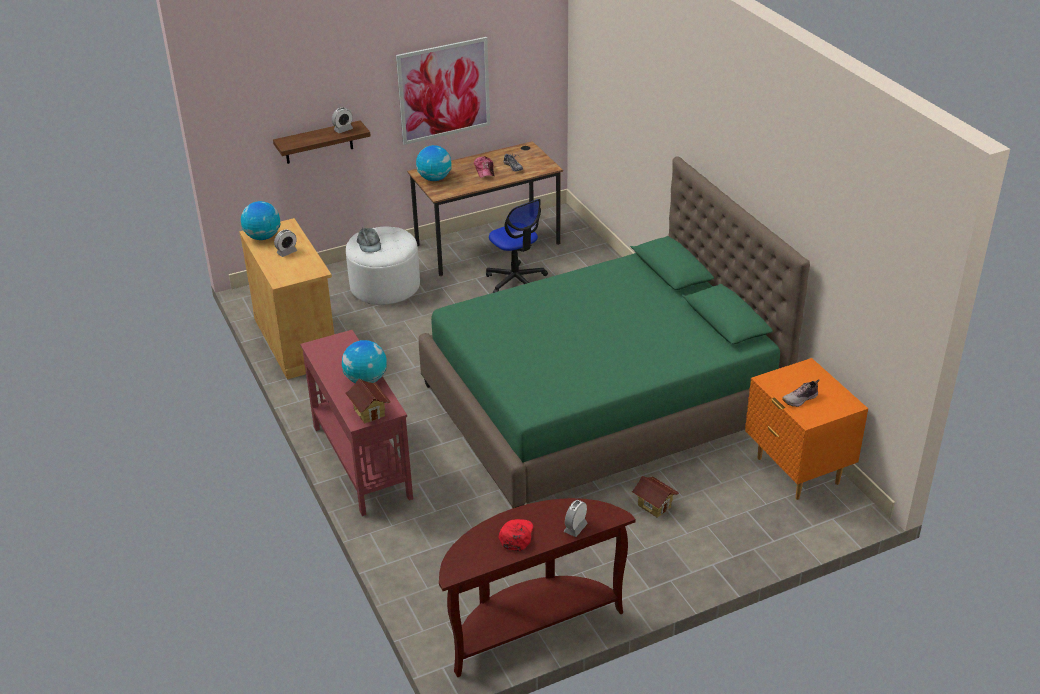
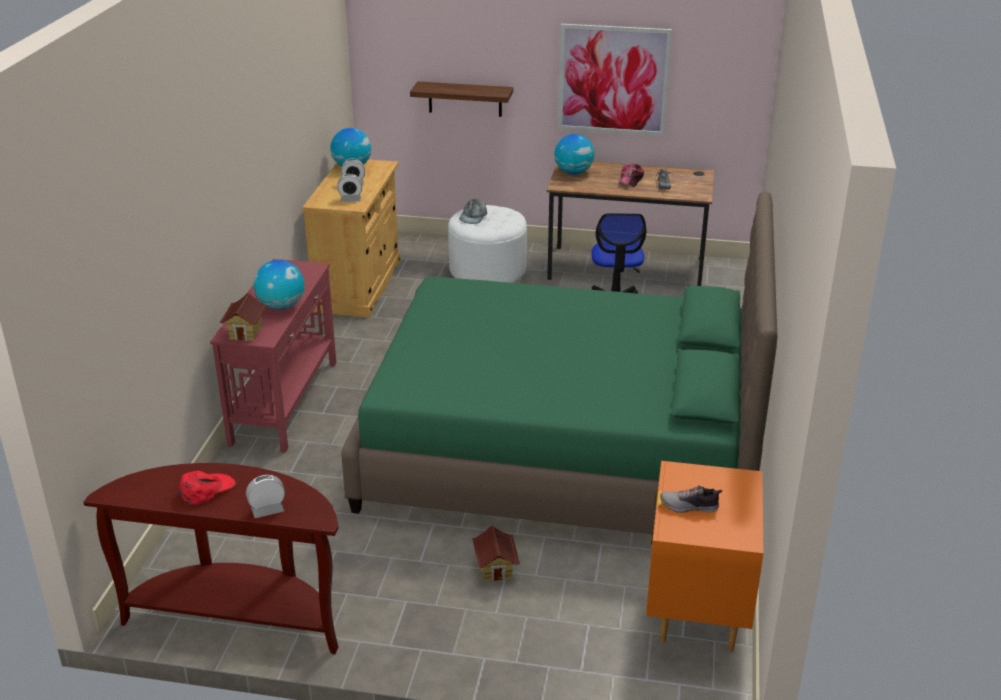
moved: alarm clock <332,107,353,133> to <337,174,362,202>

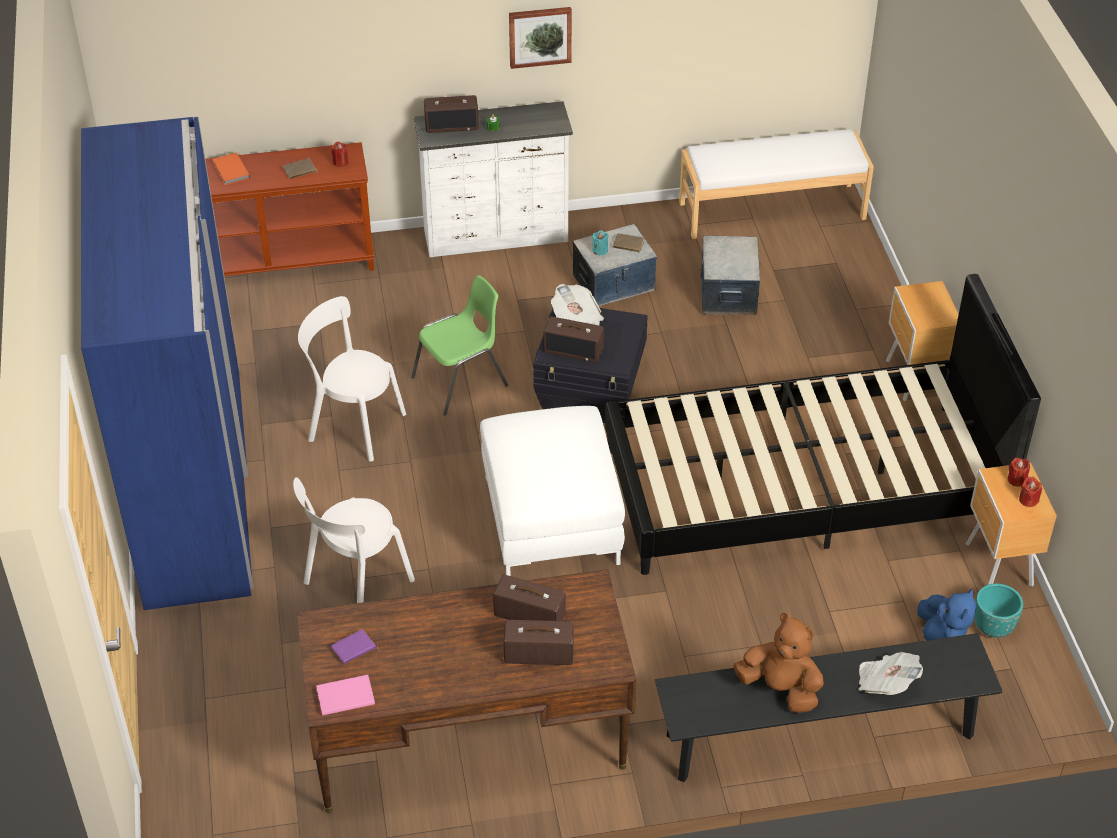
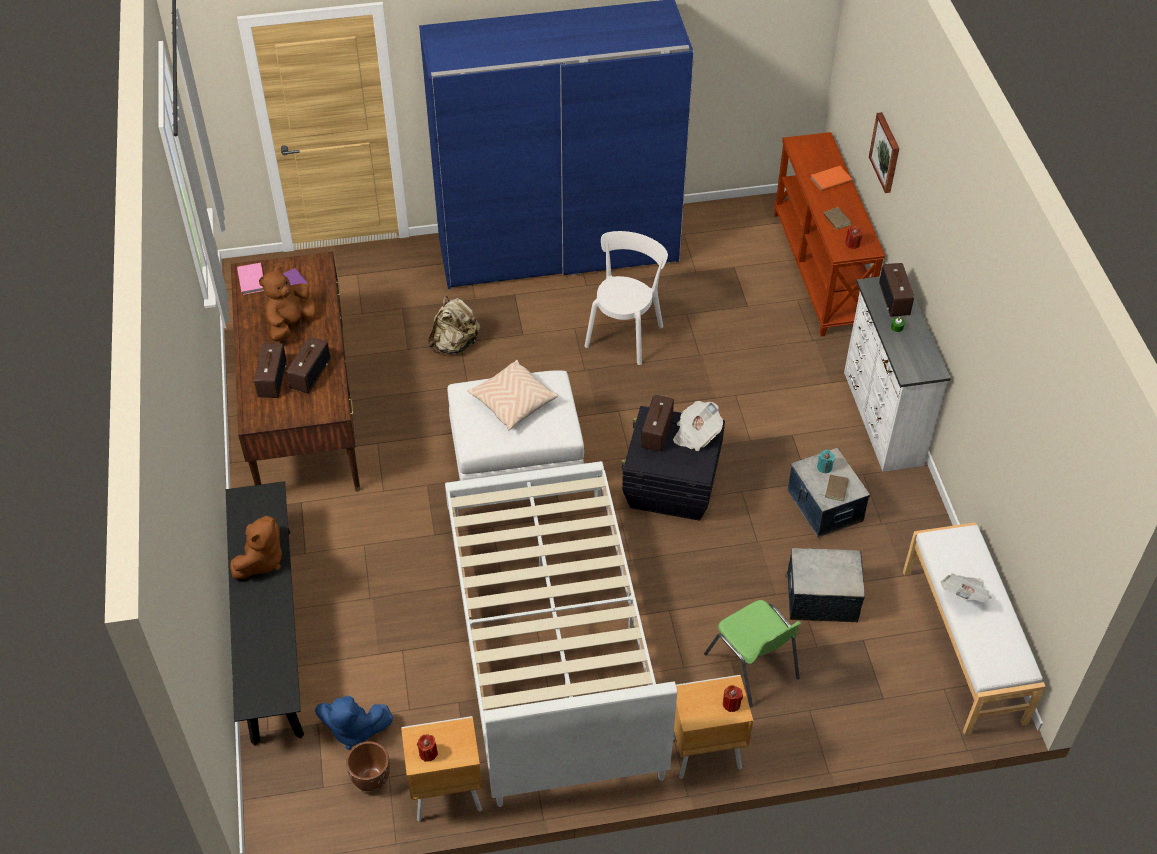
added: brown plush toy <259,266,317,342>; beige pillow <467,360,559,430>
moved: green chair <411,275,508,415> to <704,600,801,707>; red candle <1007,458,1030,487> to <723,685,743,712>; picture <509,7,572,69> to <869,112,899,193>; newspaper <859,652,923,695> to <941,573,992,602>
replaced: white chair <293,477,415,603> to beige backpack <428,296,480,354>
recoloured: turquoise planter <974,583,1023,637> to brown planter <346,741,390,792>; black bed <605,274,1041,575> to white bed <445,461,677,807>

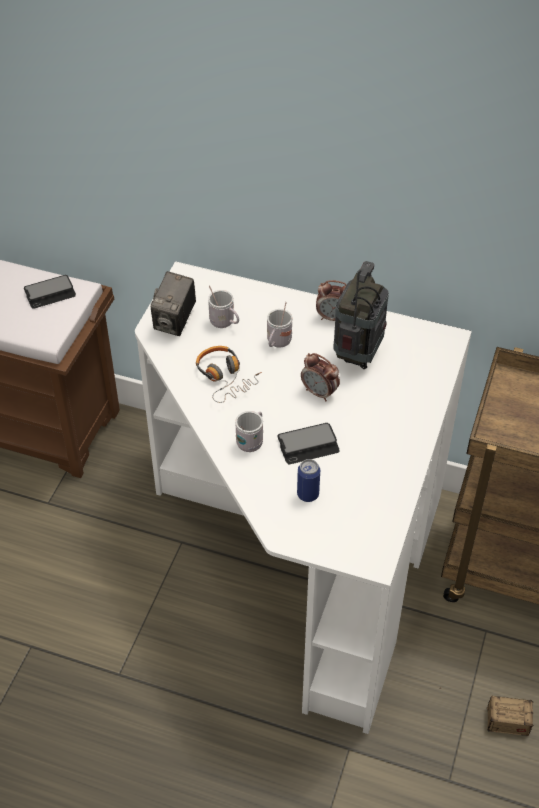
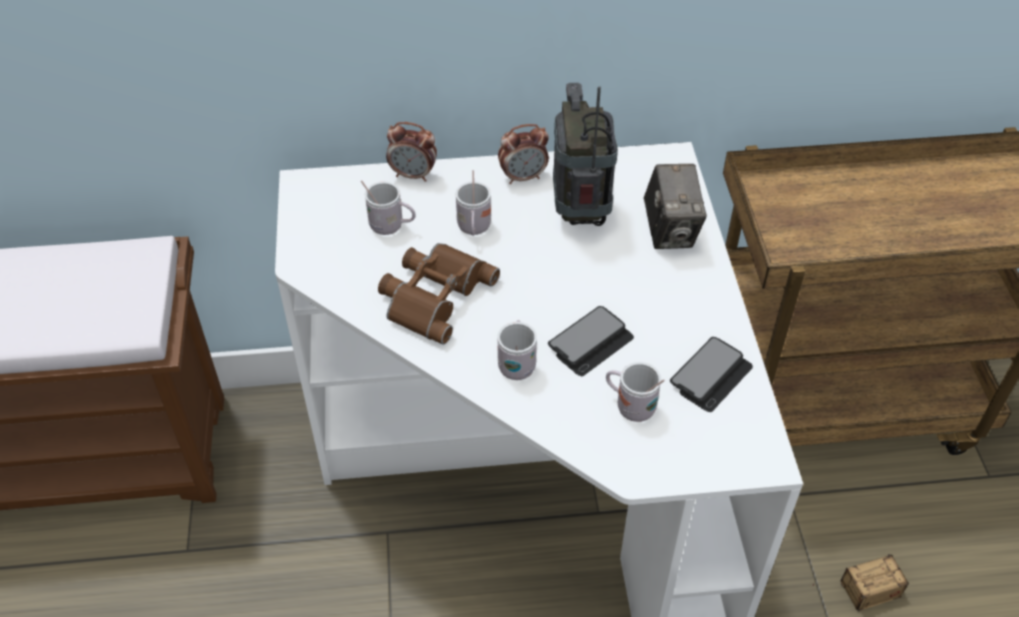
moved: alarm clock <301,353,340,401> to <386,122,437,182>; photo camera <151,271,196,336> to <644,164,707,249>; phone <24,275,76,309> to <670,337,753,412>
replaced: headphones <196,346,262,403> to brown binoculars <378,243,500,344>; can <297,459,320,502> to white mug <606,362,665,422>

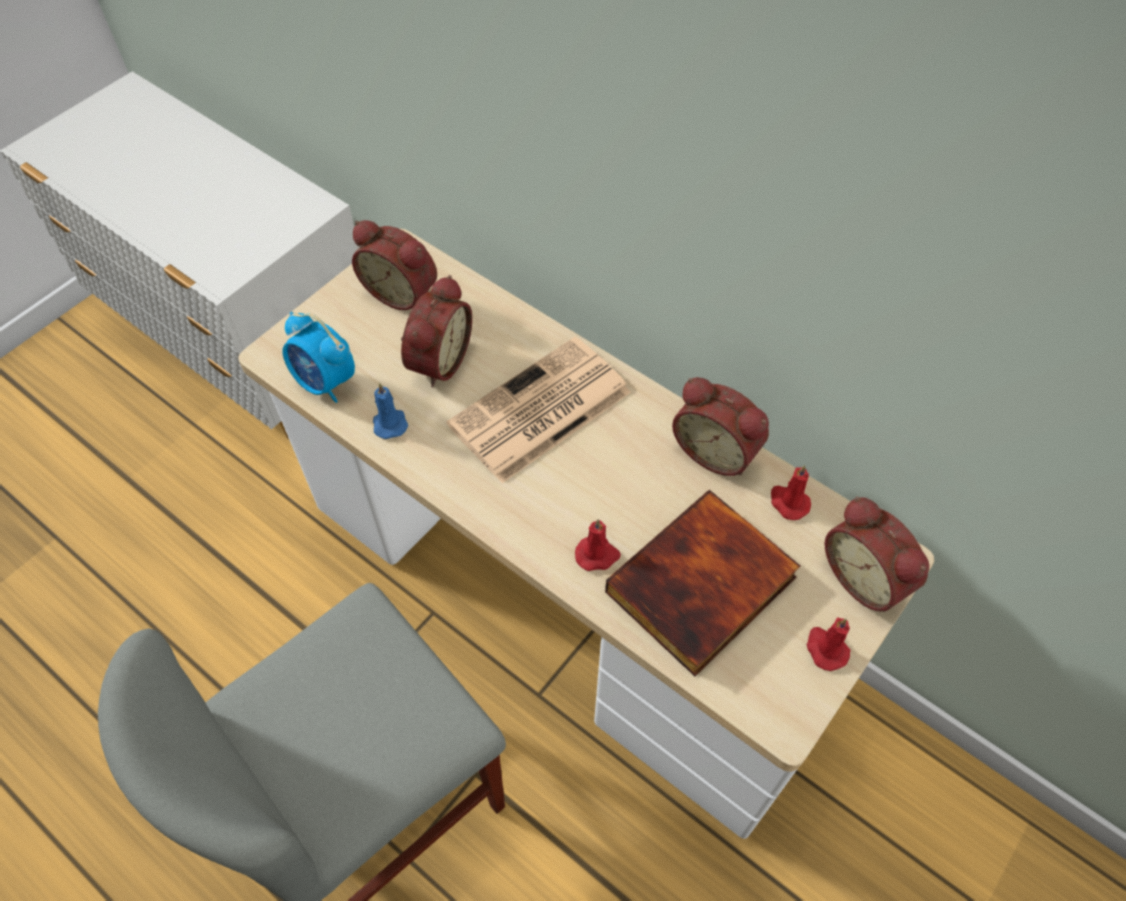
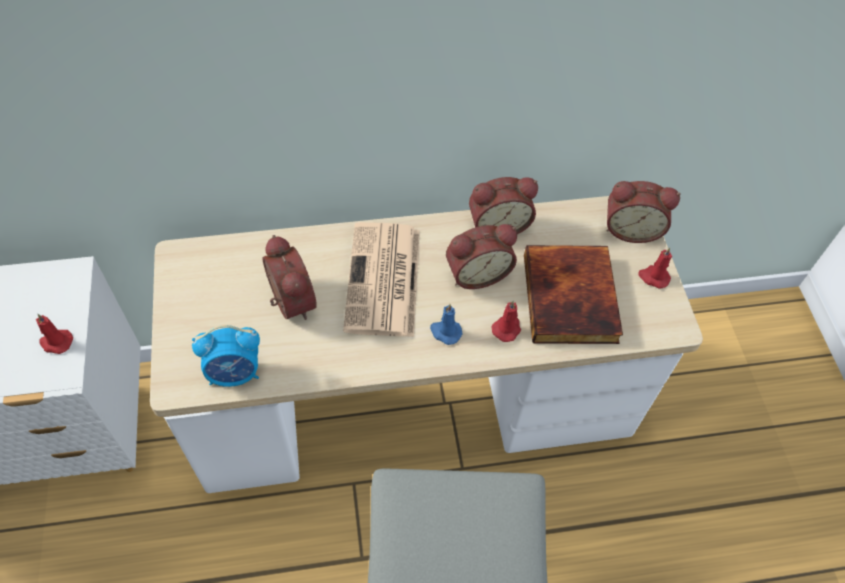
moved: red candle <771,465,811,520> to <36,314,73,354>; blue candle <373,383,408,439> to <430,304,462,345>; alarm clock <352,220,437,310> to <446,224,517,289>

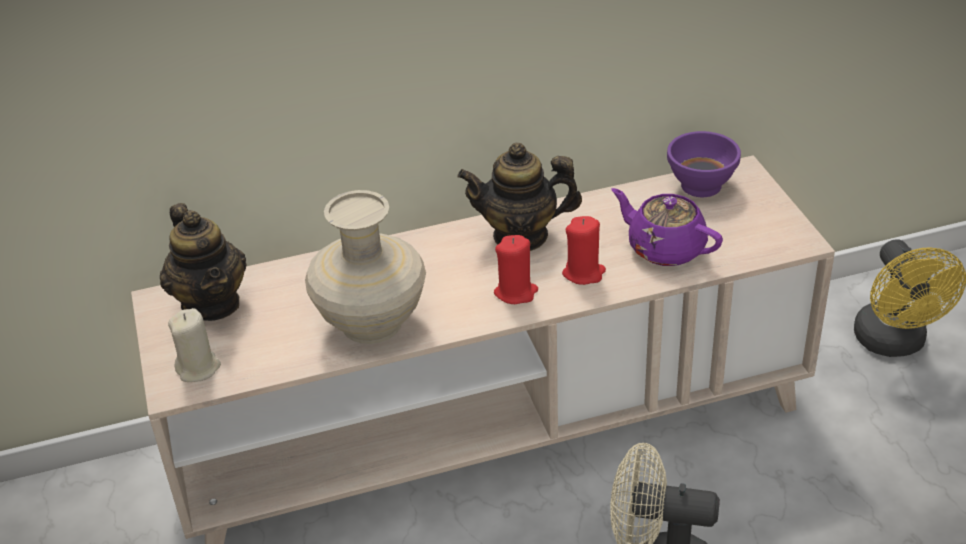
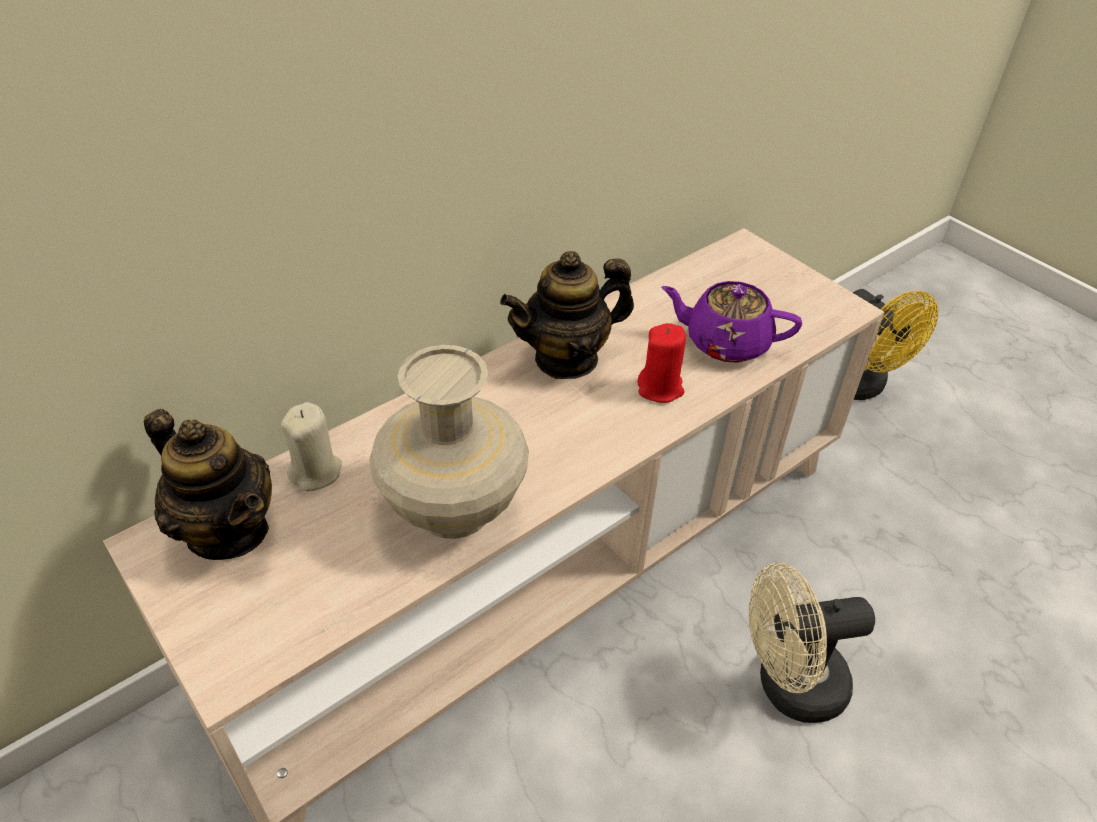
removed: red candle <494,235,538,304>; purple bowl <667,131,741,197>
moved: beige candle <168,308,221,382> to <281,402,342,492>

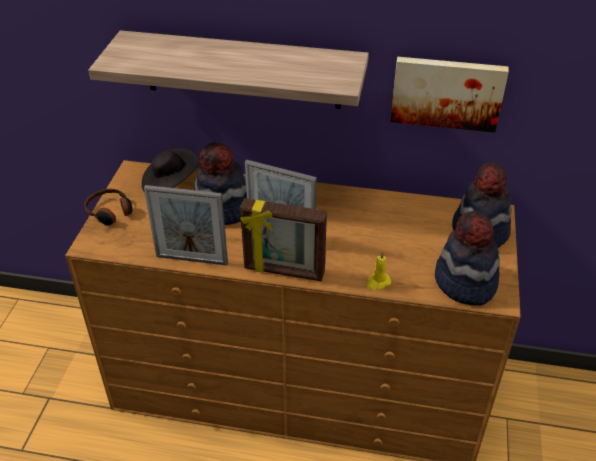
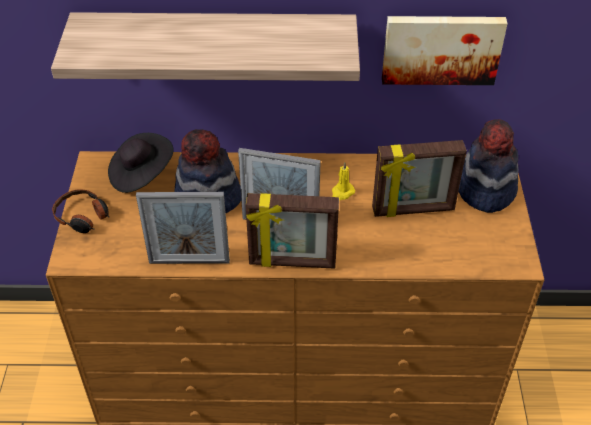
removed: hat <435,211,500,306>
added: picture frame <372,140,467,217>
moved: yellow candle <367,251,391,290> to <332,162,355,200>

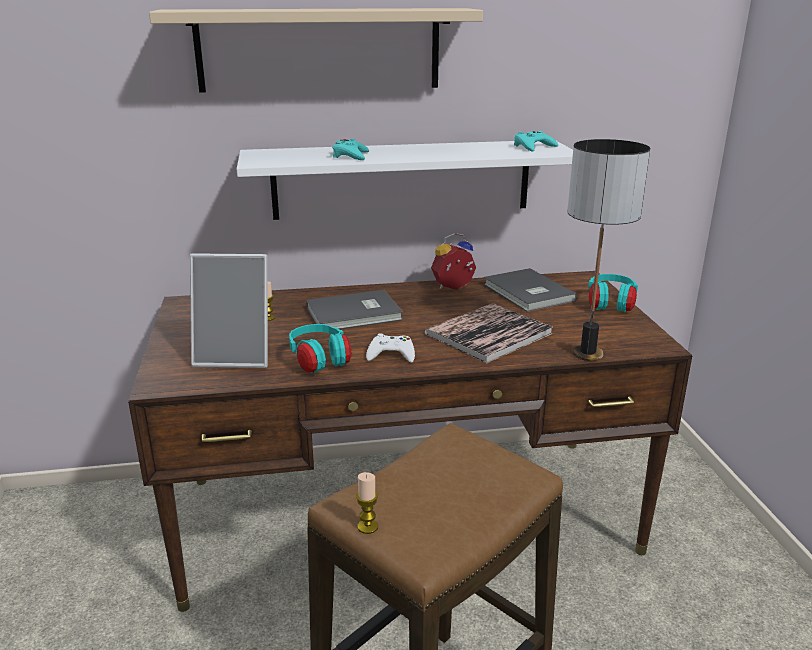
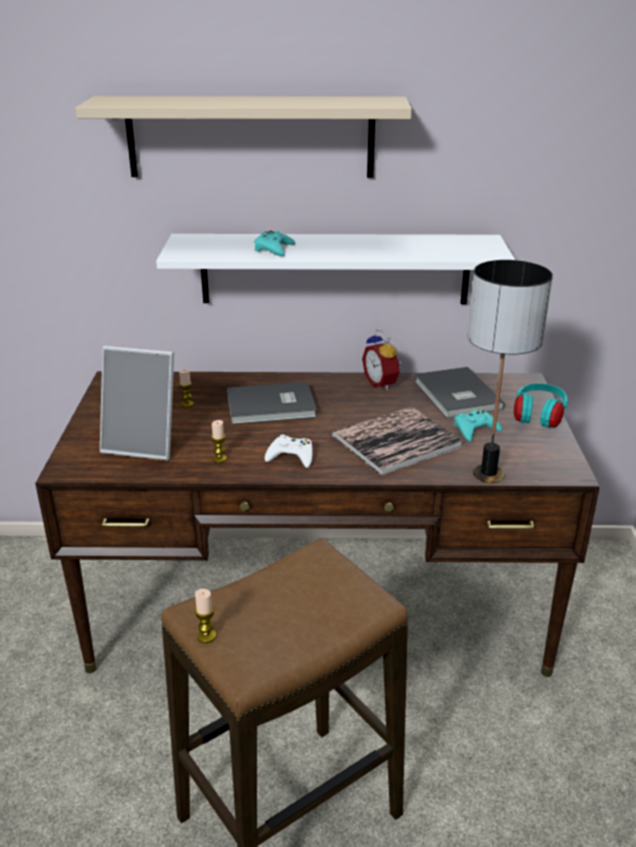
moved: turquoise game controller <514,131,558,151> to <454,409,502,442>
replaced: turquoise headphones <289,324,351,373> to candle <211,420,227,463>
turned: alarm clock <431,233,476,290> = <362,330,401,390> 105 degrees counterclockwise

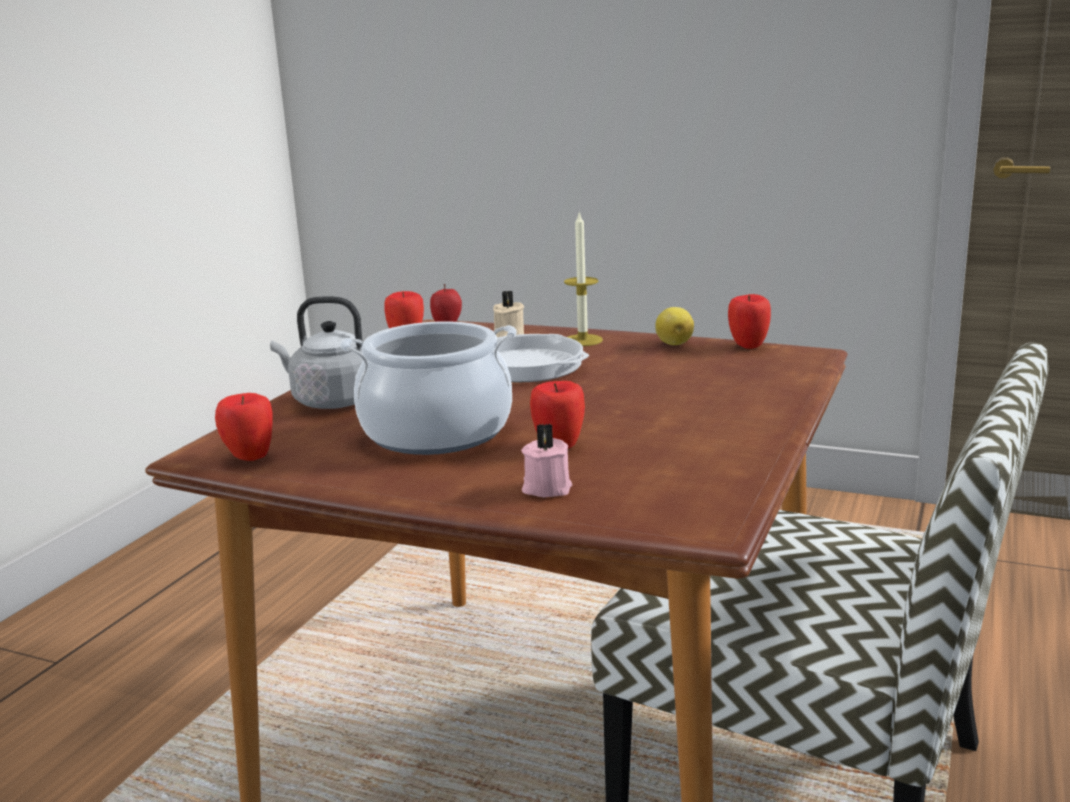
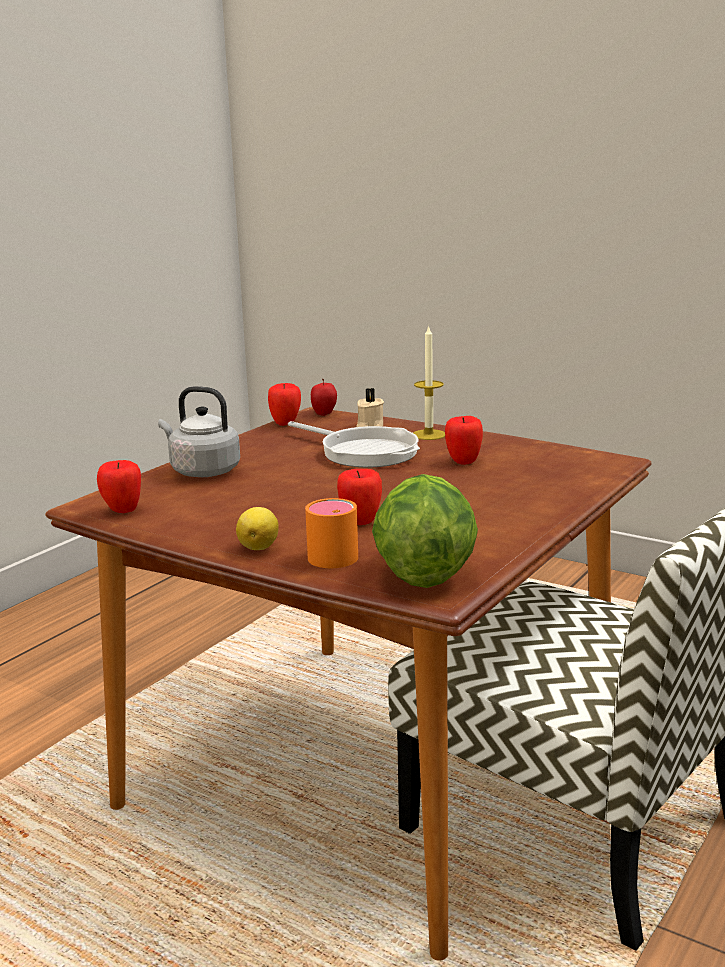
removed: cooking pot <340,321,517,455>
added: lettuce <372,474,478,588>
moved: lemon <655,307,694,345> to <236,507,279,550>; apple <728,294,771,349> to <445,416,483,465>
replaced: pink candle <521,423,572,497> to orange mug <305,498,358,568>

